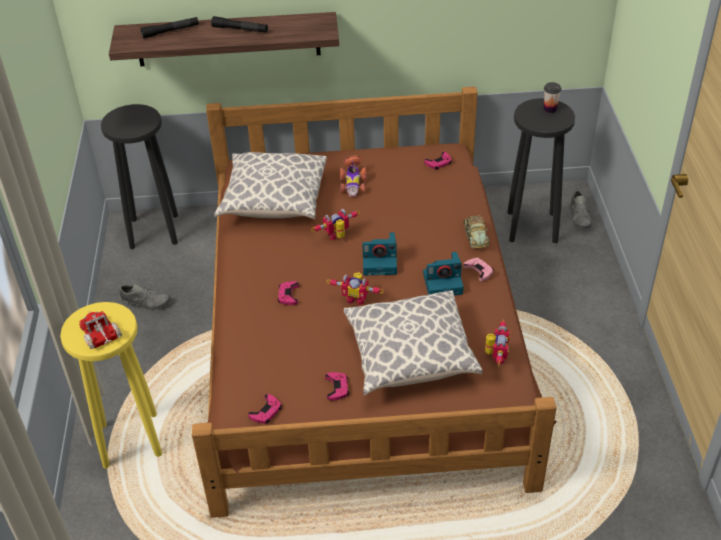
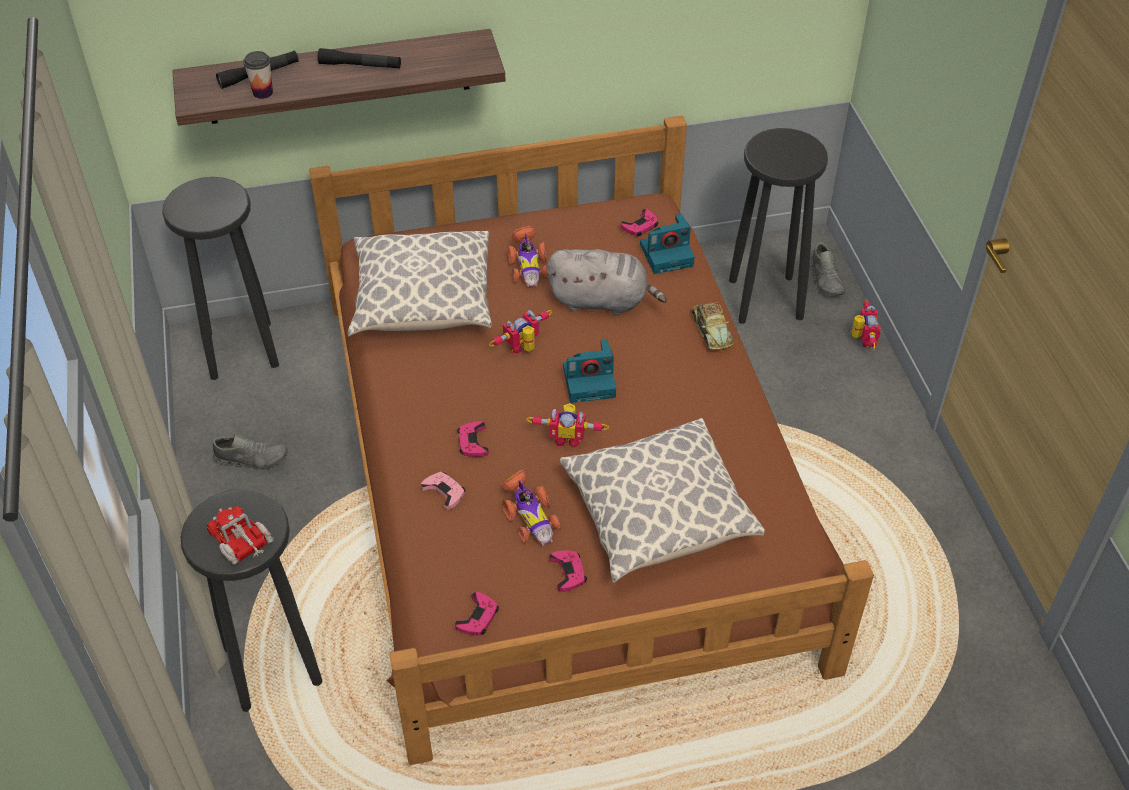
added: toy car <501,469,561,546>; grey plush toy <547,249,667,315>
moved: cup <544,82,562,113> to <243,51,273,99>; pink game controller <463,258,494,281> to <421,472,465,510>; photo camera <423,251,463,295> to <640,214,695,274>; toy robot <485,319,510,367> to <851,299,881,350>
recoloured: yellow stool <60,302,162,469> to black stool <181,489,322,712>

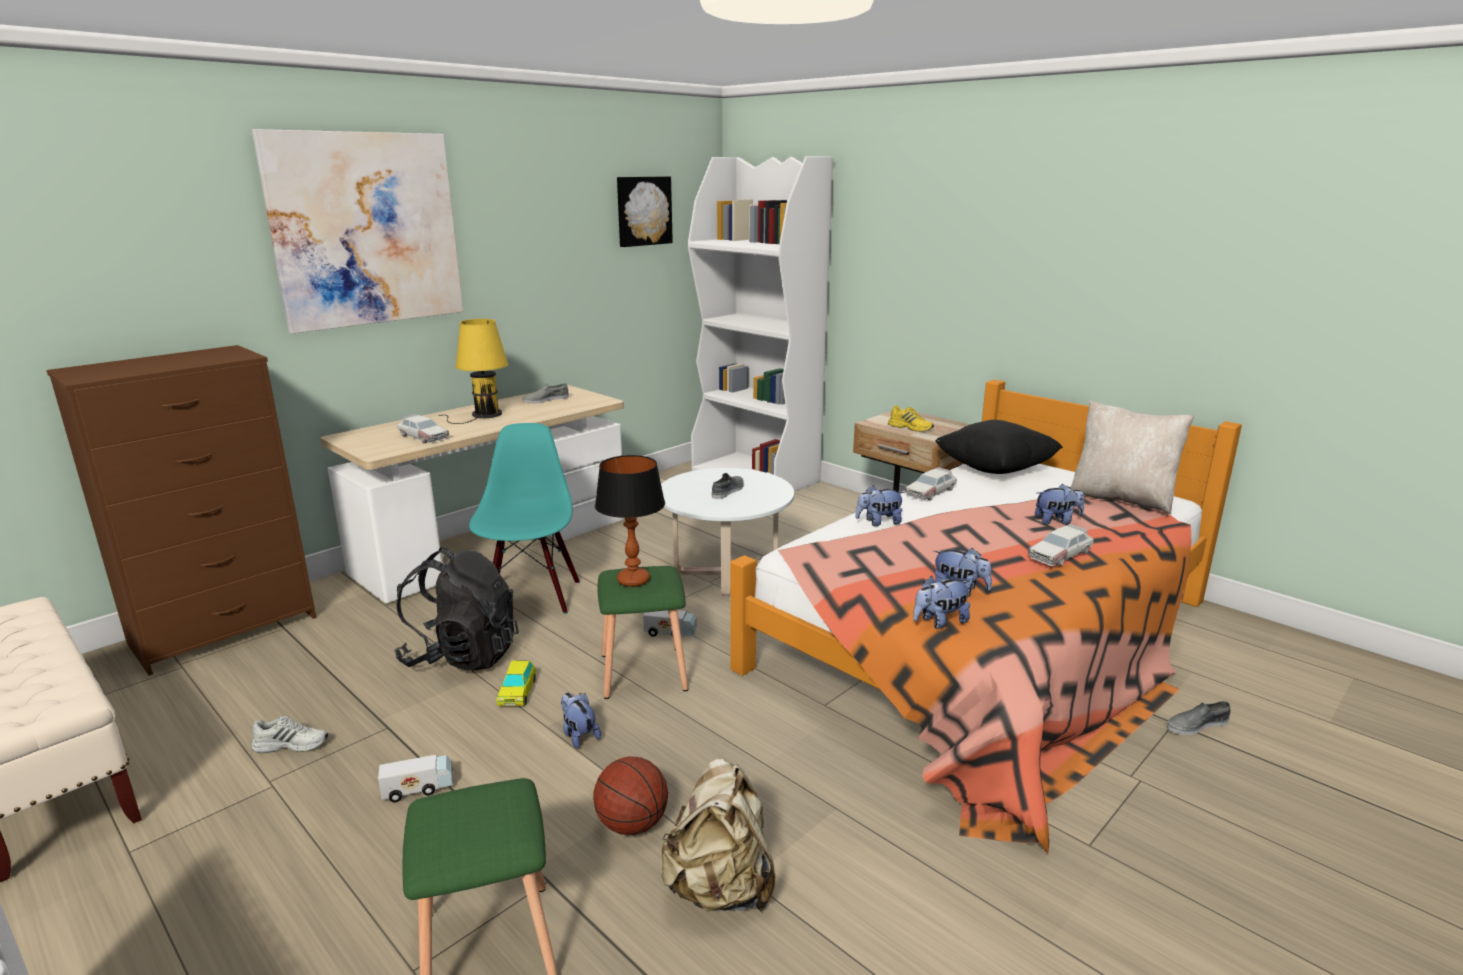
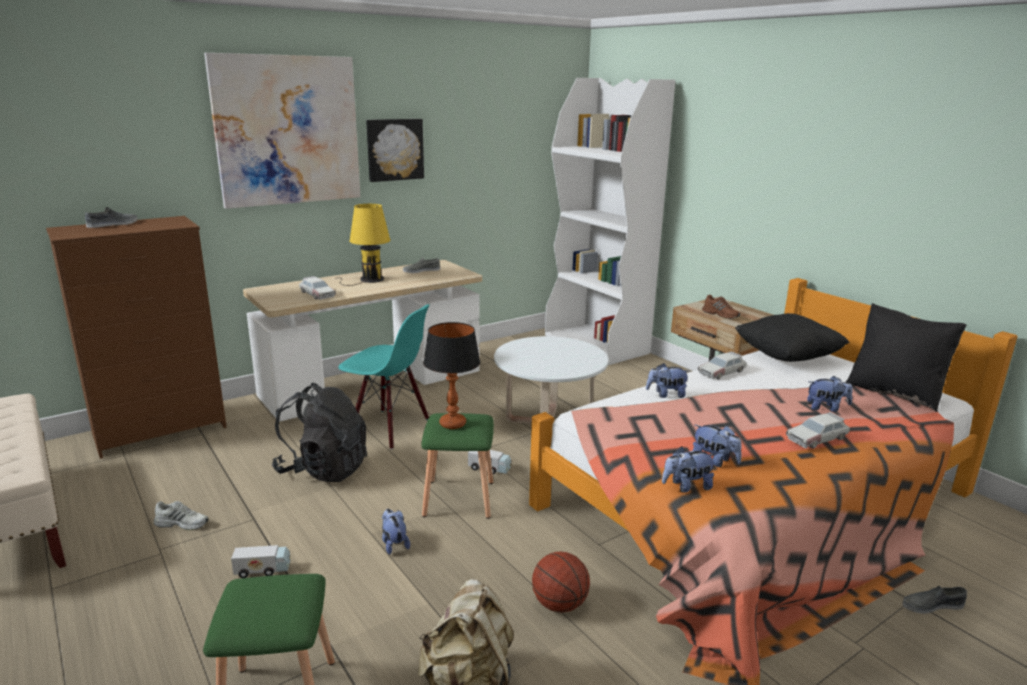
removed: toy car <497,661,536,706>
moved: grey shoe <712,473,744,499> to <85,207,138,228>; picture <617,176,673,247> to <366,119,424,182>; basketball <593,757,668,835> to <532,552,590,613>
recoloured: yellow shoe <888,405,934,432> to brown shoe <702,295,740,319>; beige pillow <1070,400,1194,514> to black pillow <846,303,967,412>
turned: turquoise chair <469,423,580,614> = <338,305,430,450> 105 degrees clockwise

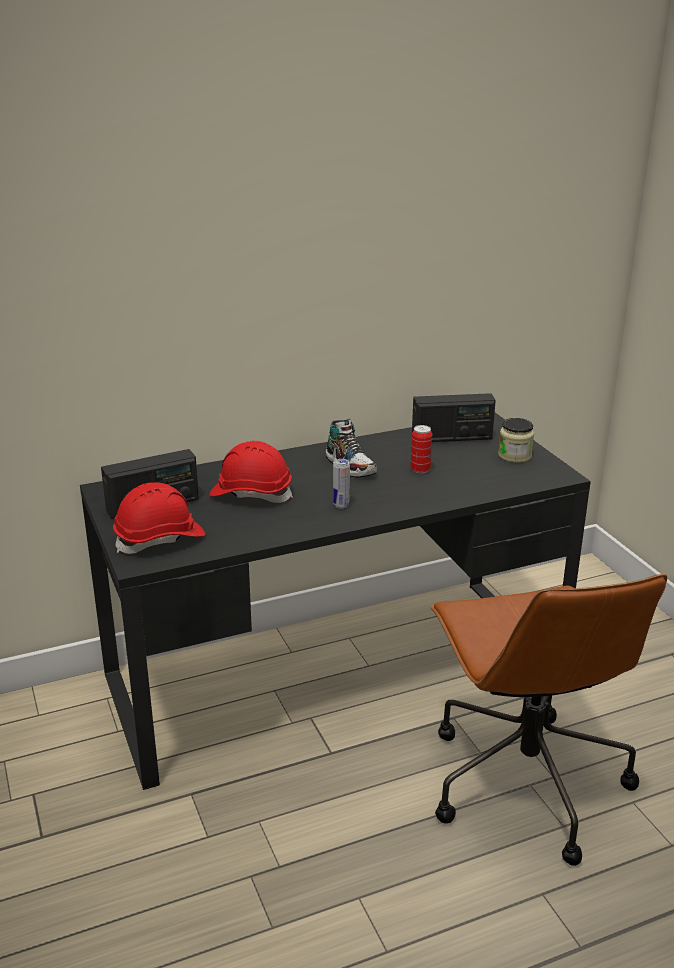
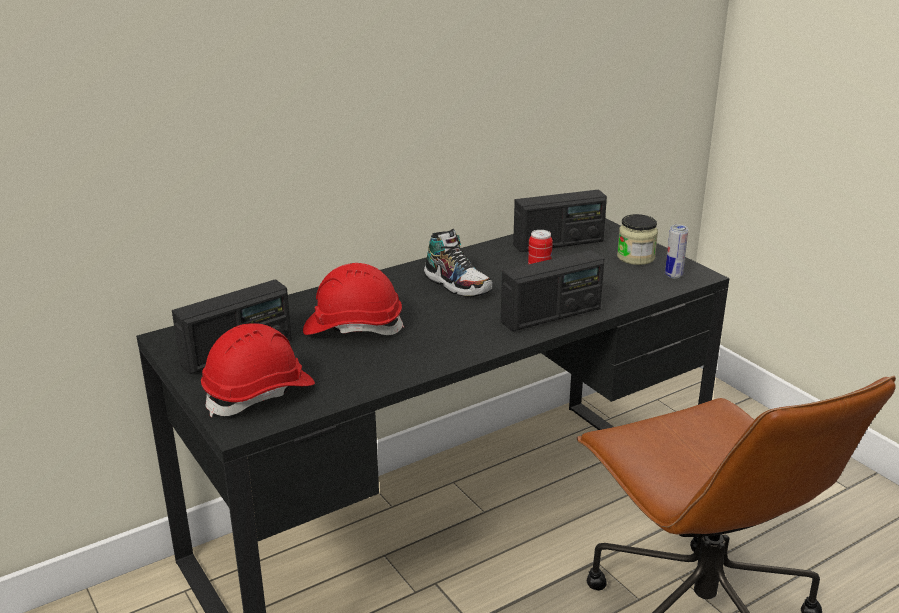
added: radio <501,250,604,331>
moved: can <333,459,350,509> to <665,225,688,279>

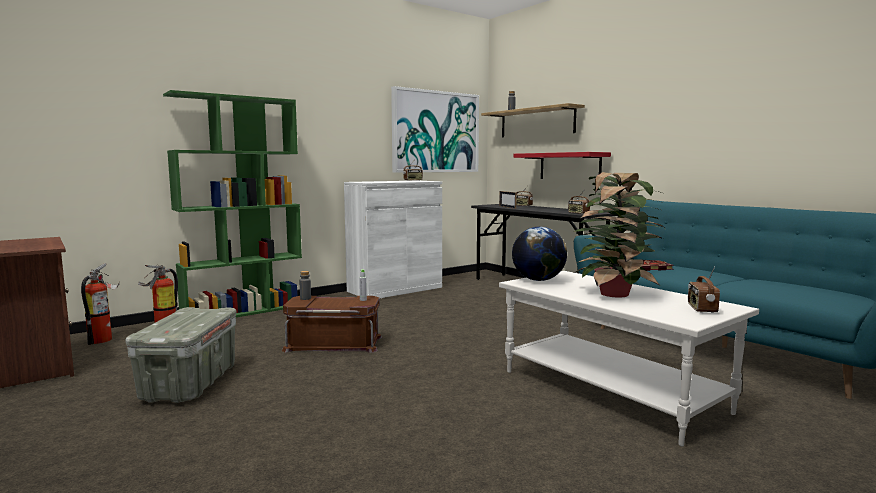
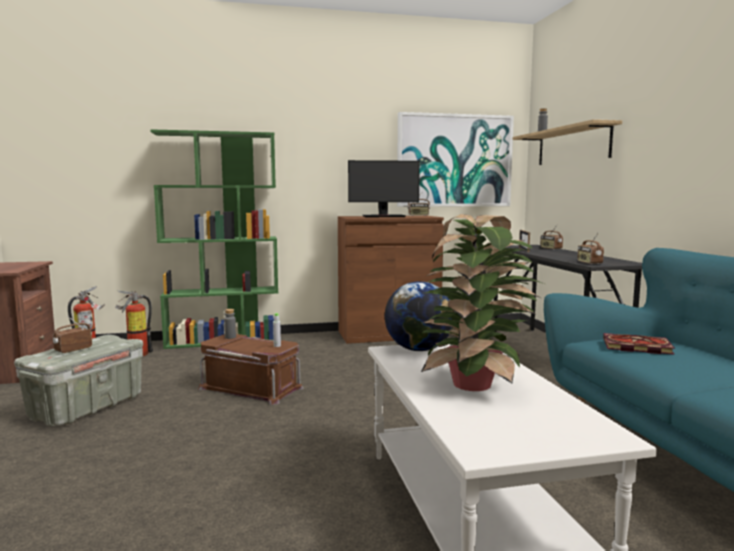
removed: red shelf <513,152,611,179>
added: monitor <348,160,420,217>
moved: radio <688,266,720,313> to <53,316,92,354>
recoloured: white cabinet <344,181,442,298> to brown cabinet <338,216,444,344>

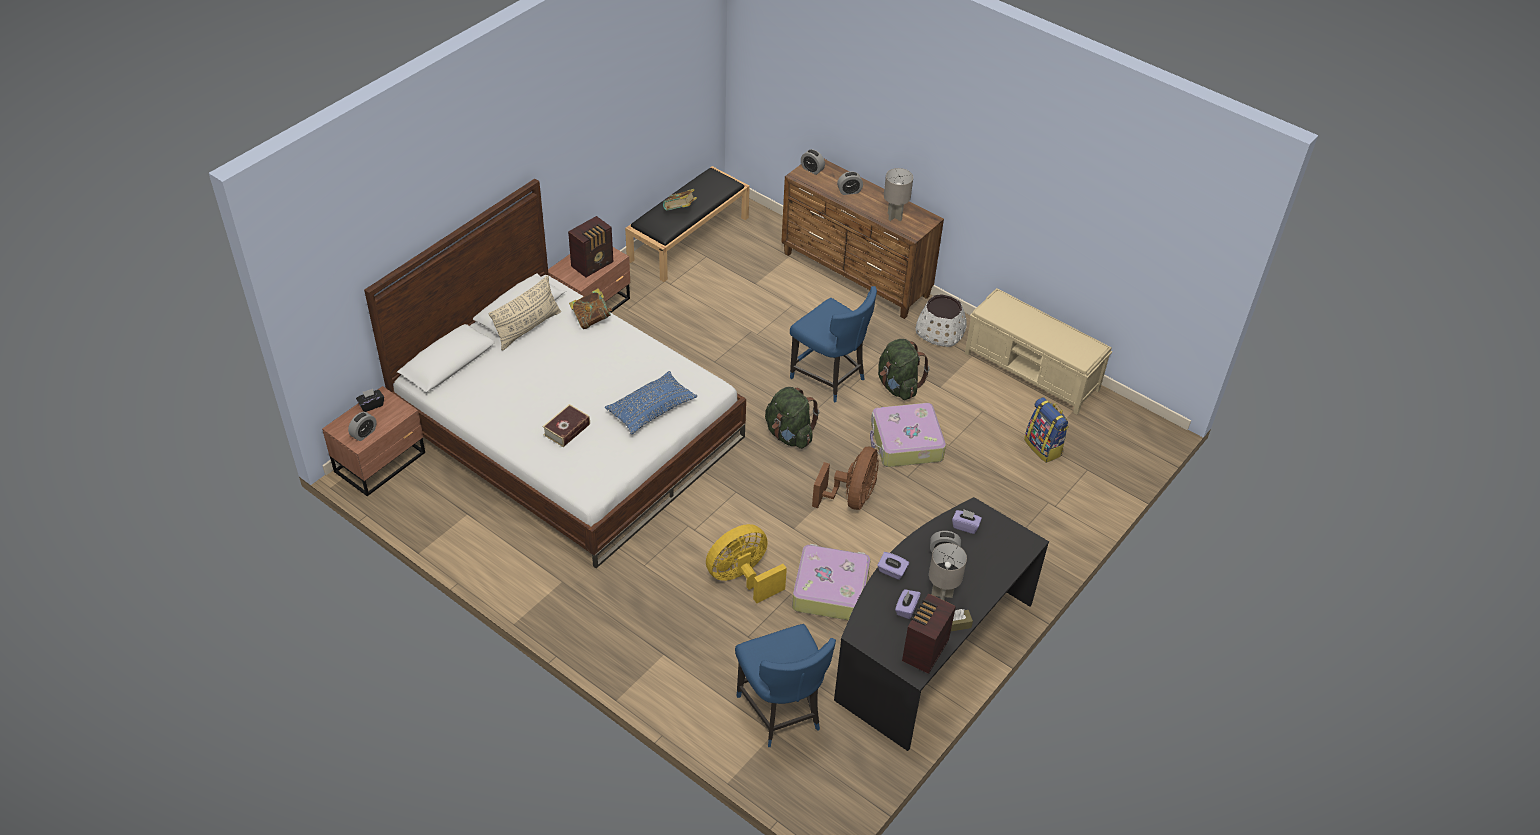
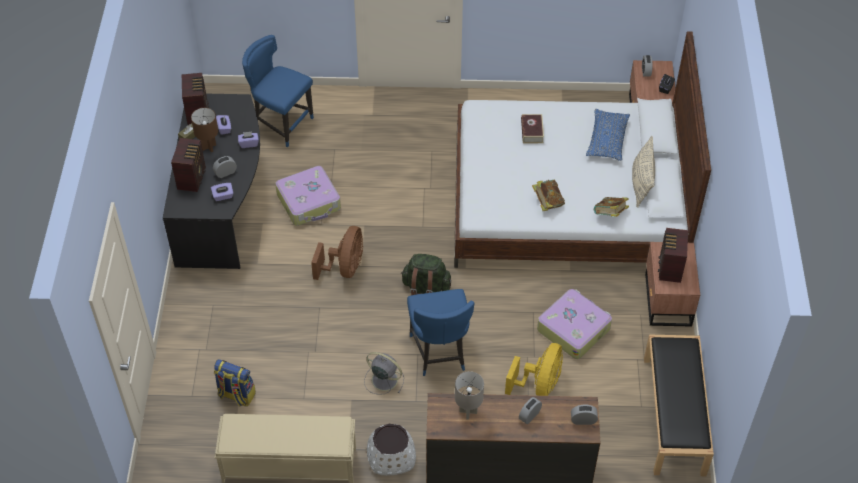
added: radio <171,138,206,192>
moved: yellow fan <706,524,787,603> to <505,343,563,396>; book <663,189,697,211> to <532,180,565,211>; suitcase <870,403,946,467> to <537,289,612,359>; blue pillow <605,371,697,434> to <586,109,630,161>
replaced: green backpack <878,339,930,400> to grey fan <364,352,404,395>
recoloured: grey table lamp <929,543,967,600> to brown table lamp <191,108,218,152>
turned: brown fan <812,447,879,510> = <311,226,363,280> 150 degrees counterclockwise; blue chair <790,286,877,402> = <407,289,474,376> 105 degrees counterclockwise

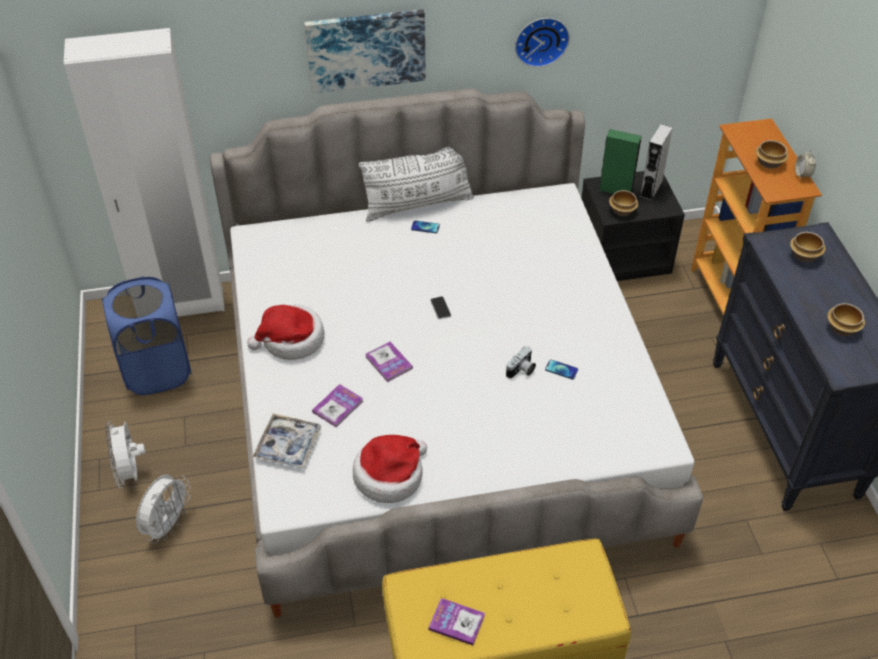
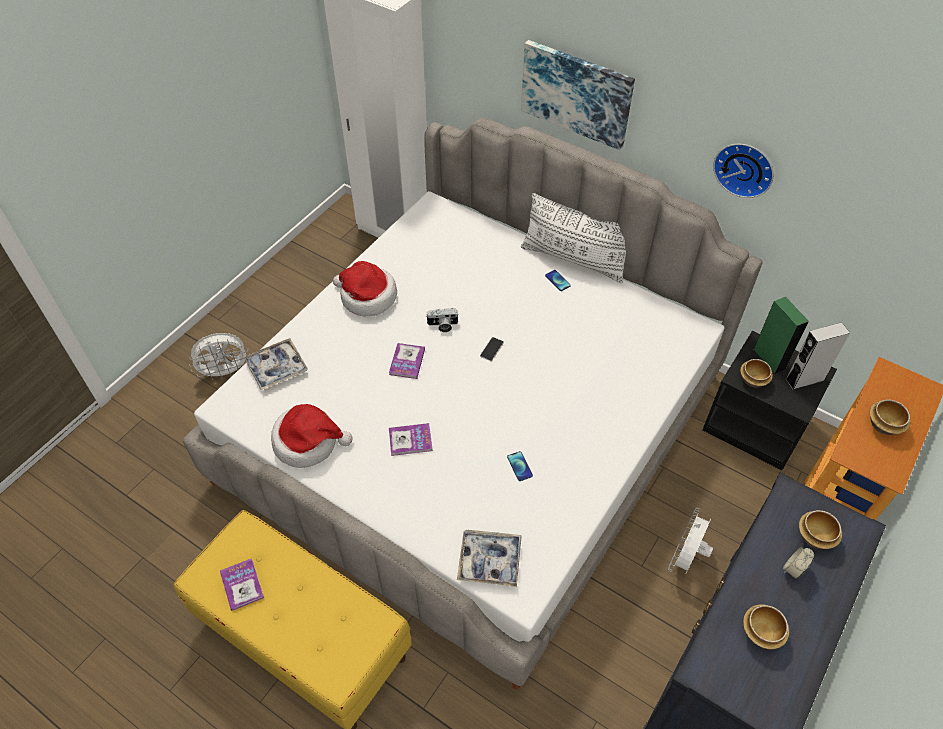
removed: blue laundry basket <102,277,192,395>
added: tray <457,530,522,587>
moved: book <312,384,363,428> to <389,423,433,456>; photo camera <506,346,536,378> to <426,308,459,332>; white fan <105,421,145,488> to <668,508,713,573>; alarm clock <795,150,816,179> to <783,547,814,579>

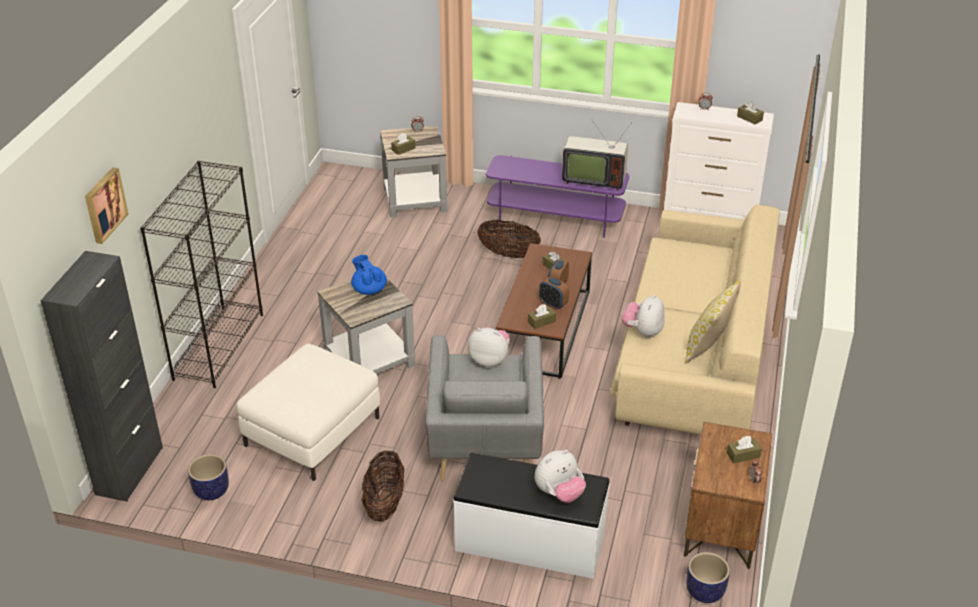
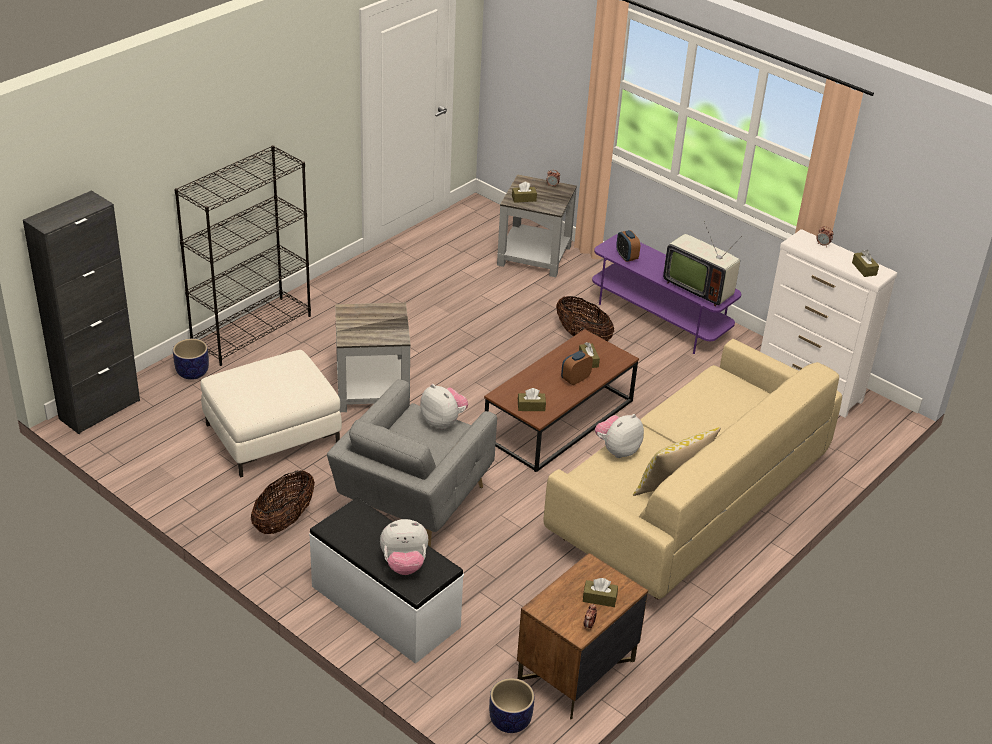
removed: picture <85,167,128,244>; blue teapot <351,255,387,295>
moved: planter <188,454,229,500> to <173,339,209,380>; alarm clock <539,277,569,310> to <616,230,640,262>

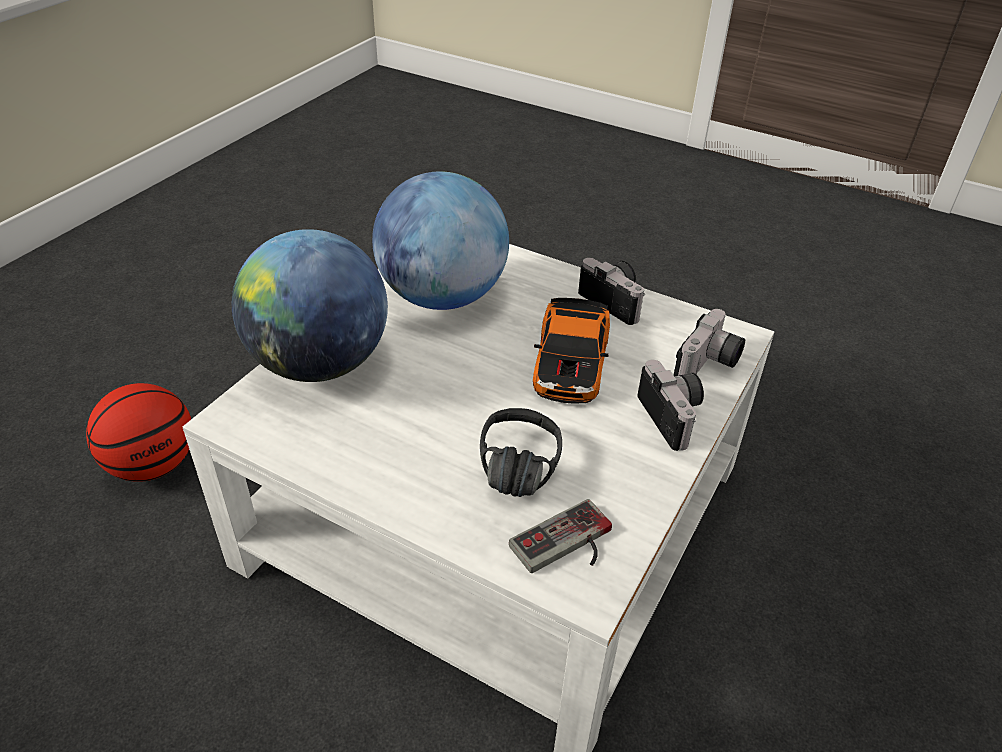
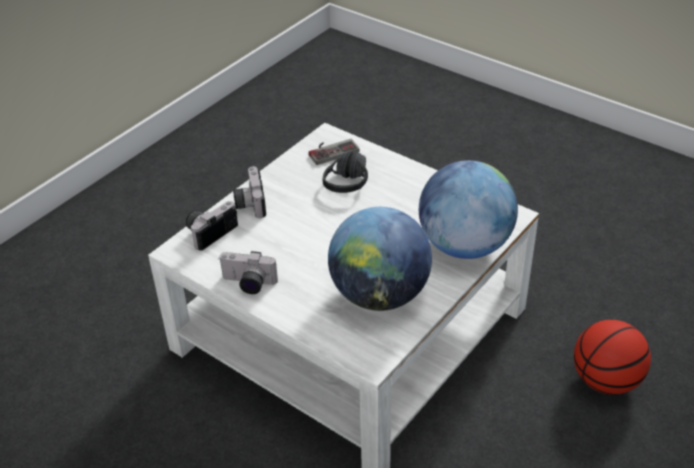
removed: toy car <533,298,610,404>
turned: photo camera <578,258,645,325> = <220,251,278,294> 45 degrees counterclockwise

